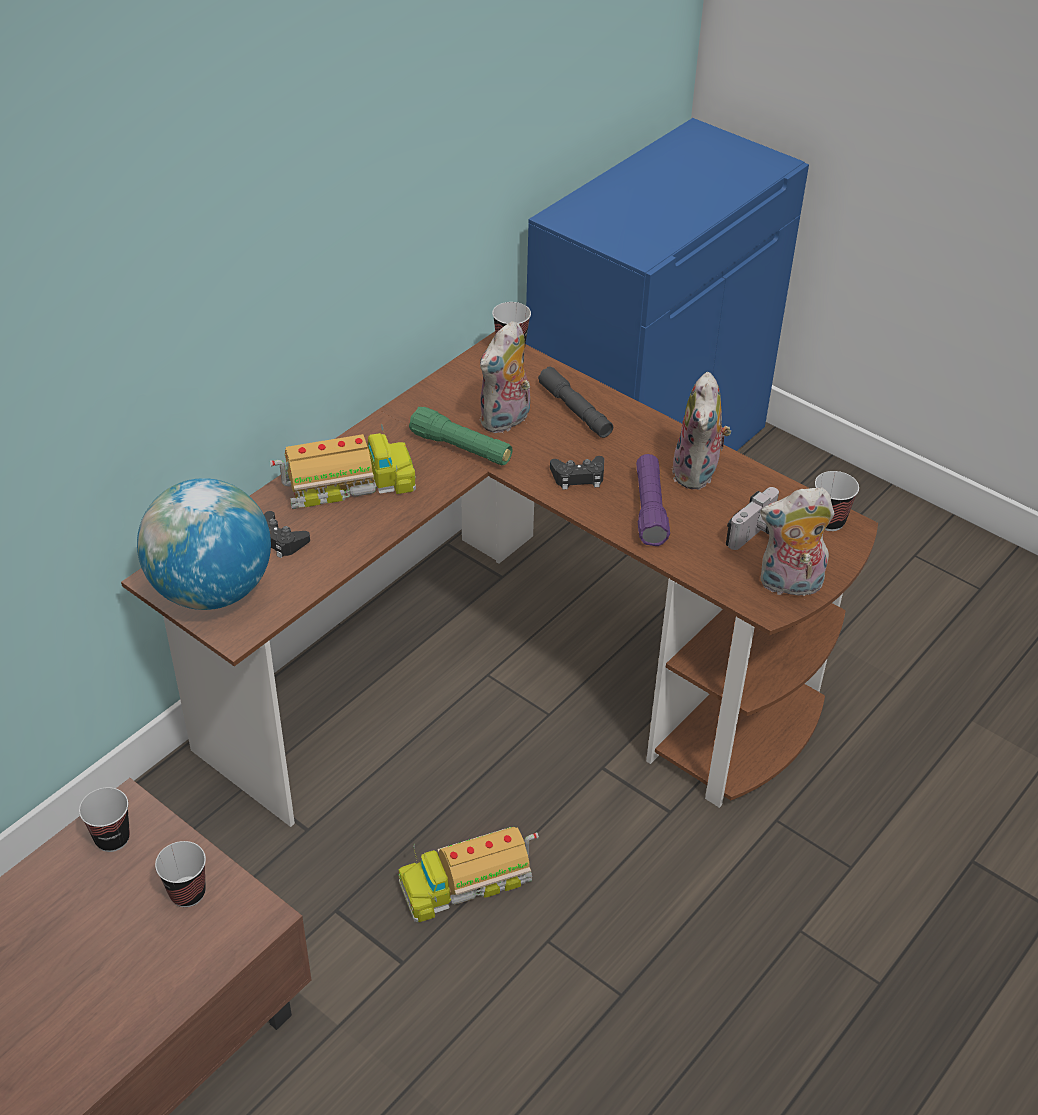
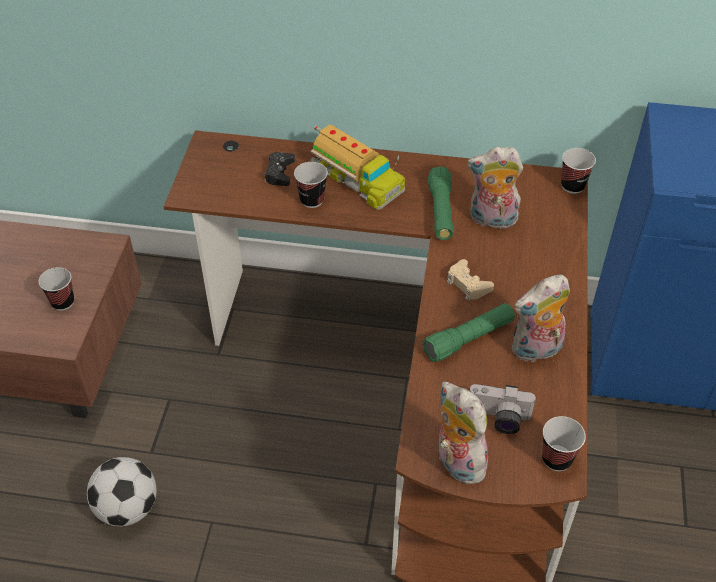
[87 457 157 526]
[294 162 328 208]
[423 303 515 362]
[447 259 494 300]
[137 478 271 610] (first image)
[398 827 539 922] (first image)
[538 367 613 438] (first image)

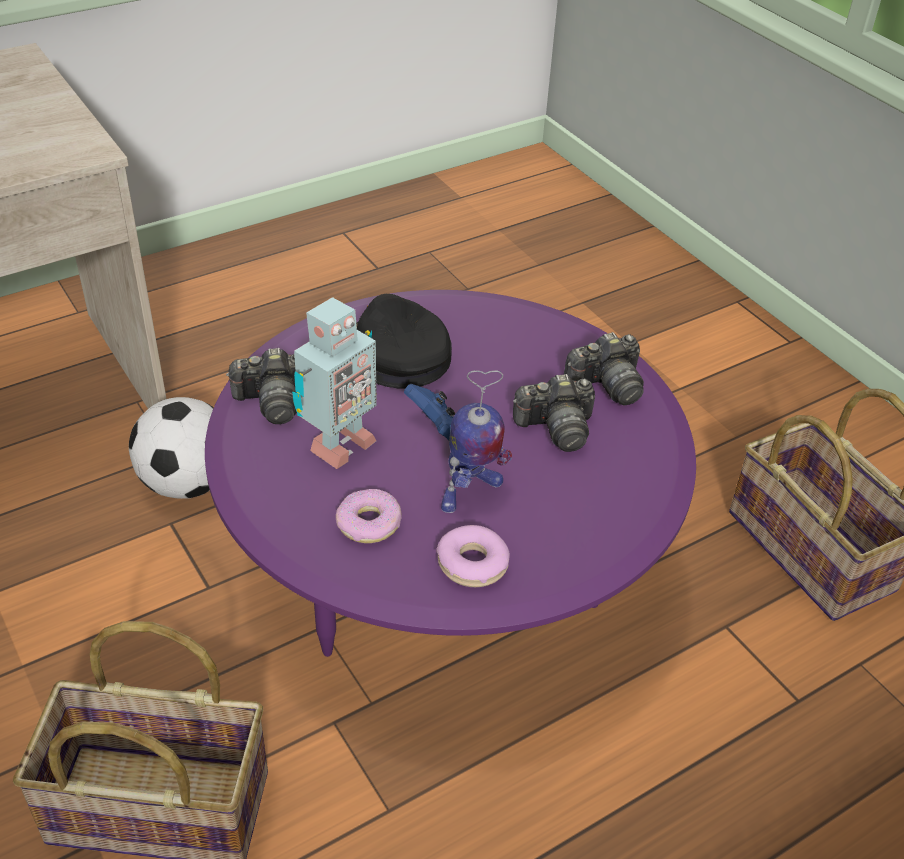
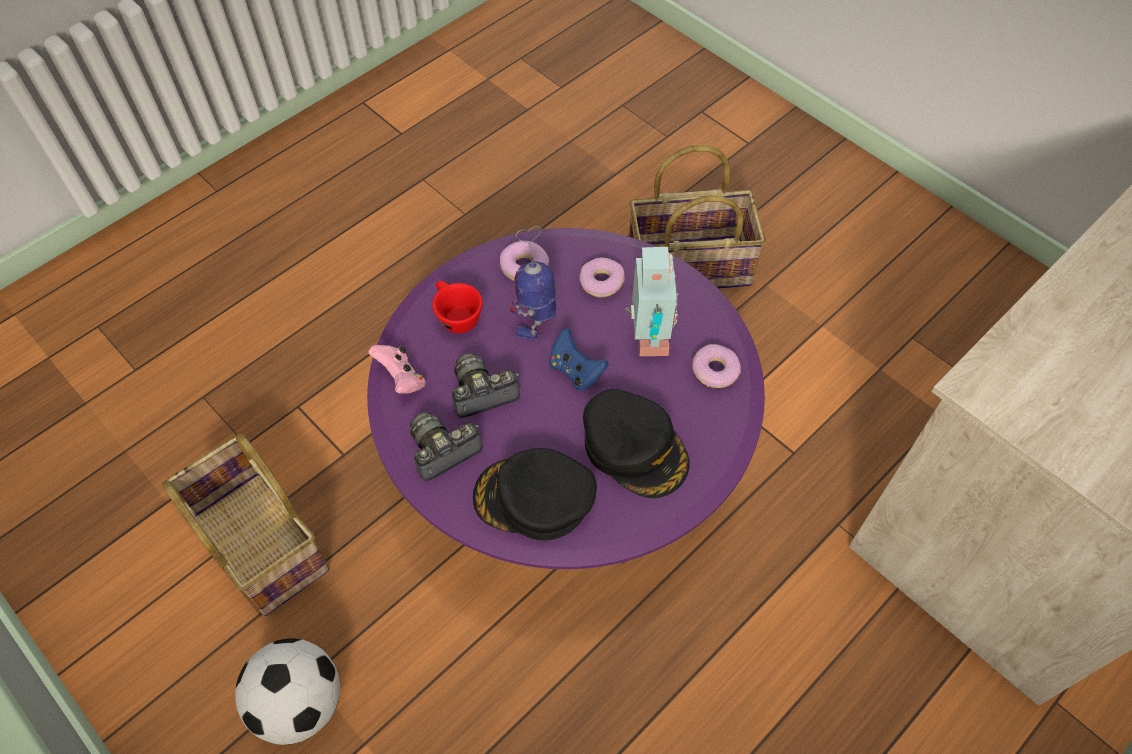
[235 638 340 745]
[368 345 426 393]
[432 281 483 333]
[473 448 597 541]
[625 247 679 356]
[693 344 741 388]

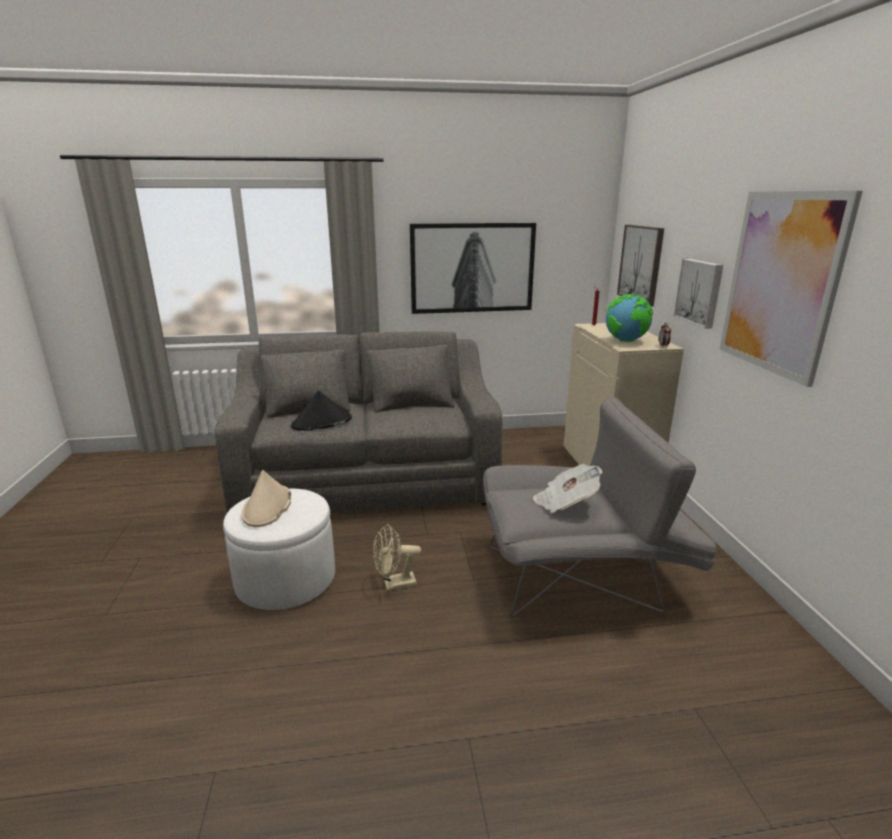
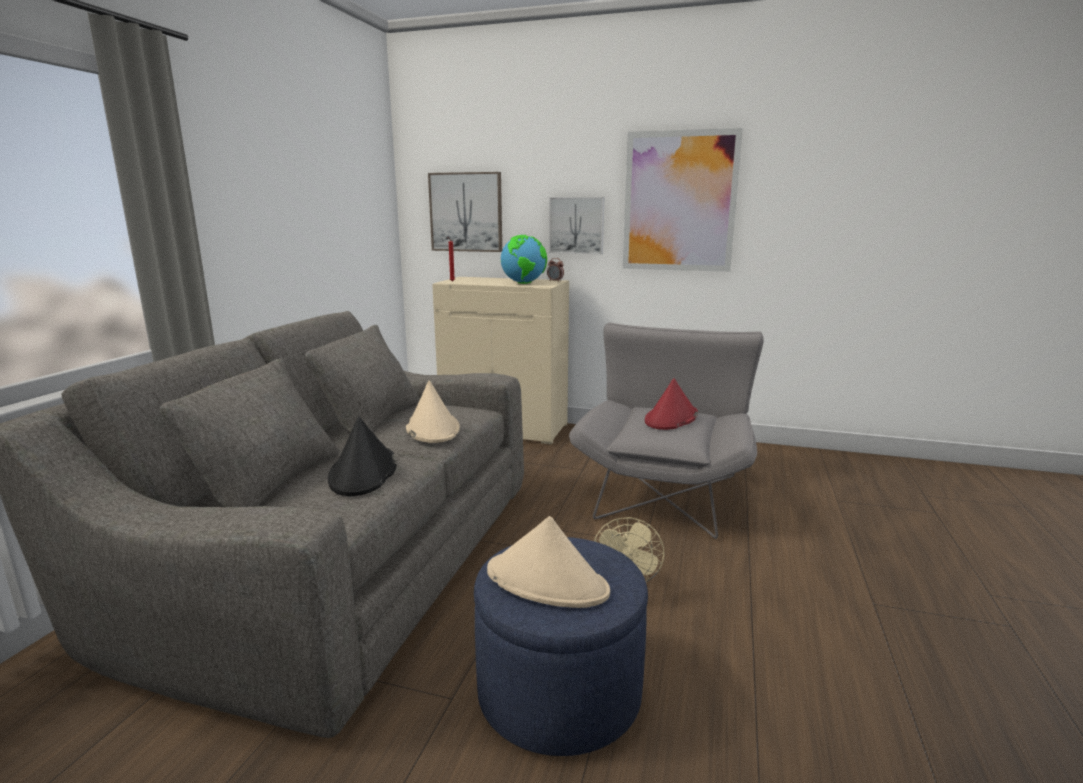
[406 381 460 443]
[474 537 648 756]
[645 378 698 430]
[410 223 536 314] (first image)

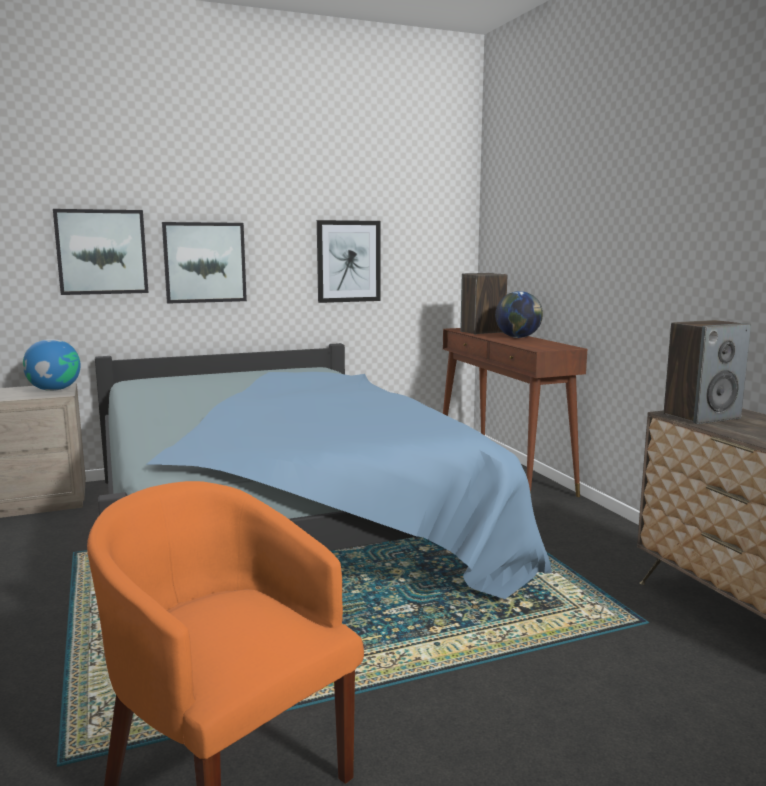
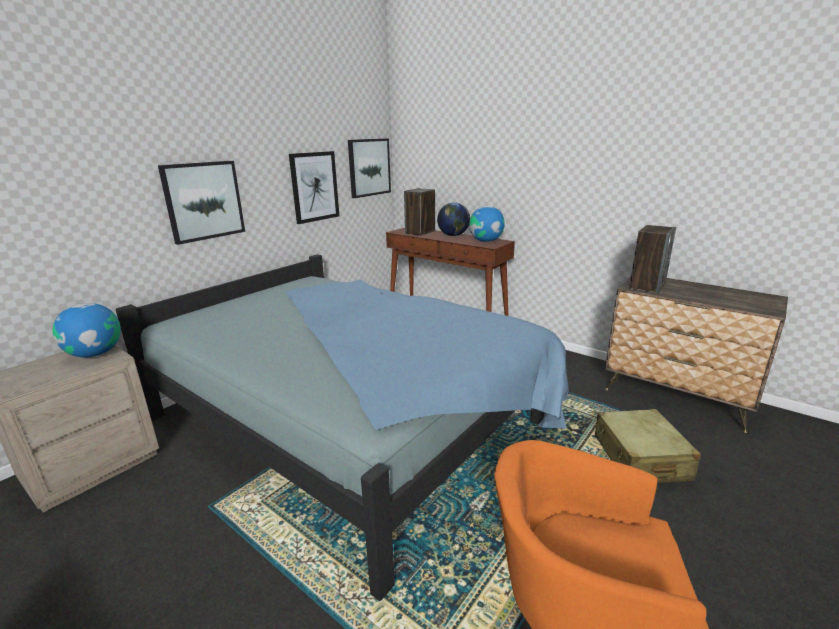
[348 138 391 198]
[469 206 505 242]
[595 409 701 483]

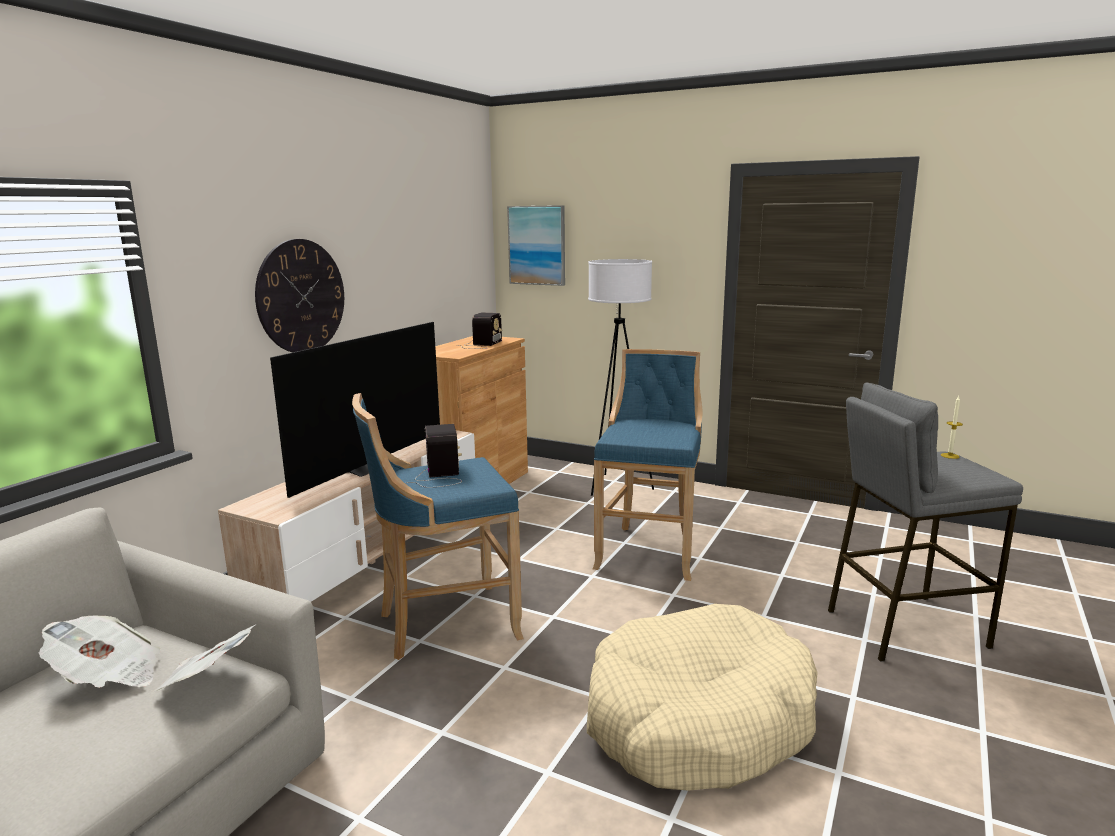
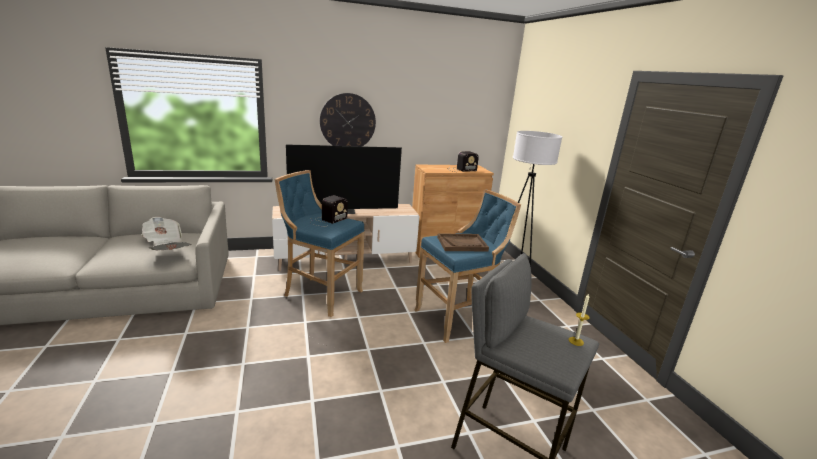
[437 233 489 251]
[507 205 565 286] (first image)
[587 604 818 791] (first image)

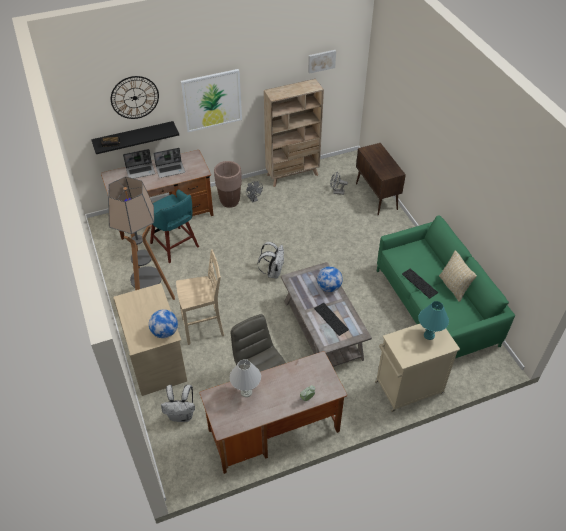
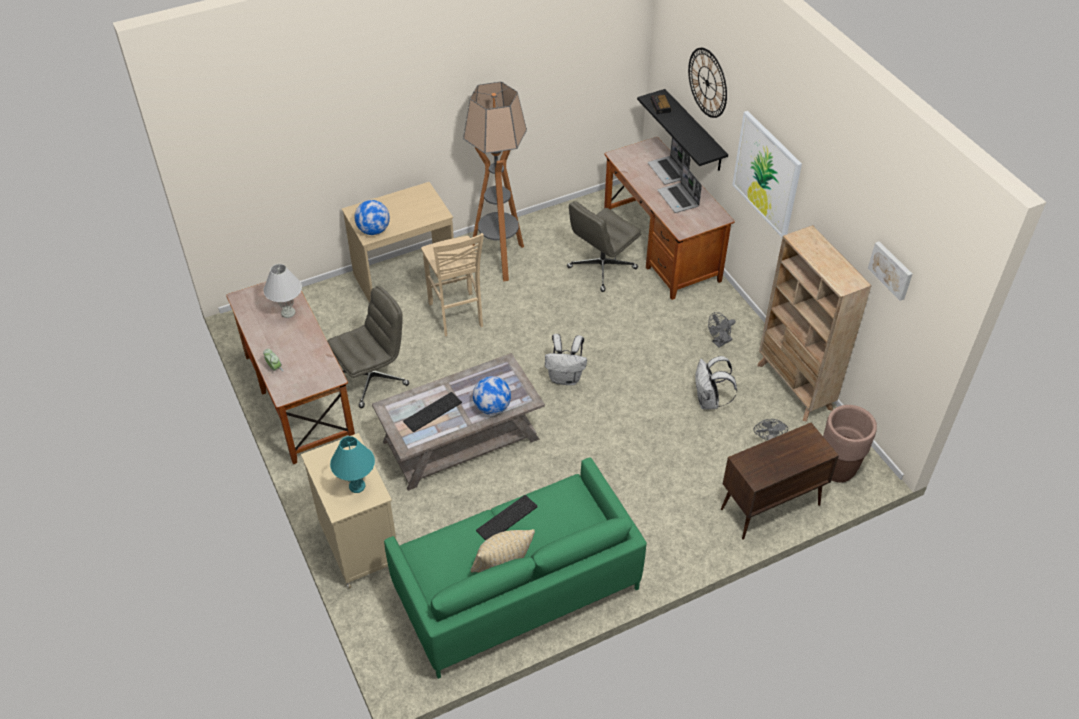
[567 201 641 292]
[695 356 737 409]
[823 405 877 482]

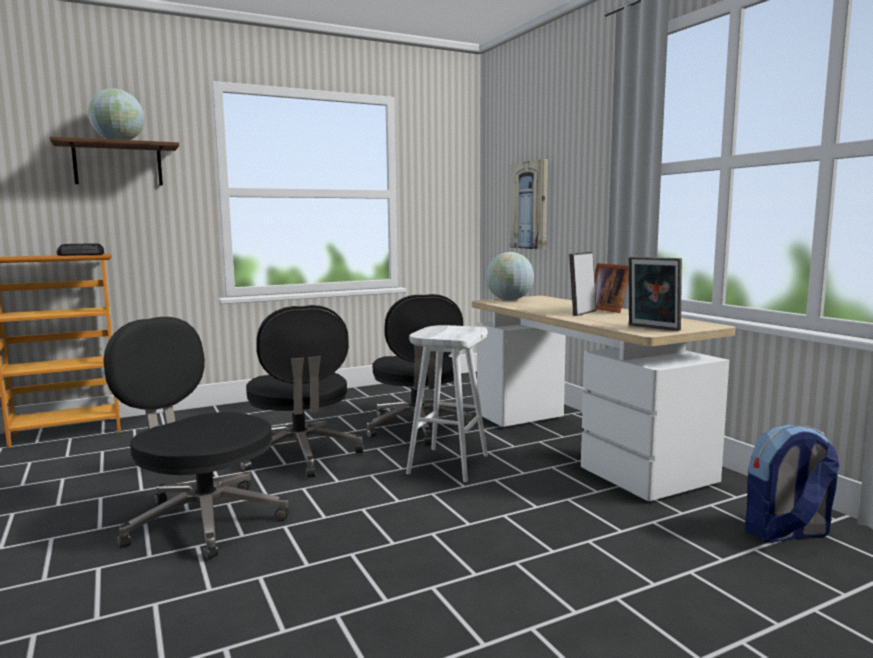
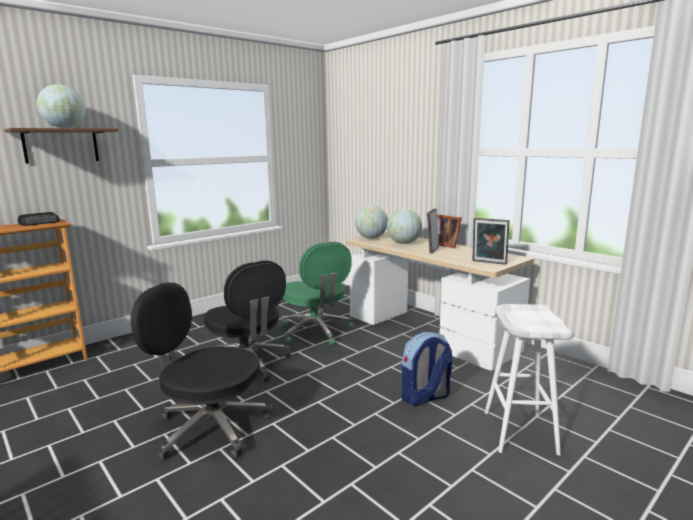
[281 242 354 346]
[387 208 422 244]
[401 332 452 406]
[485 304 574 456]
[510 159 548 250] (first image)

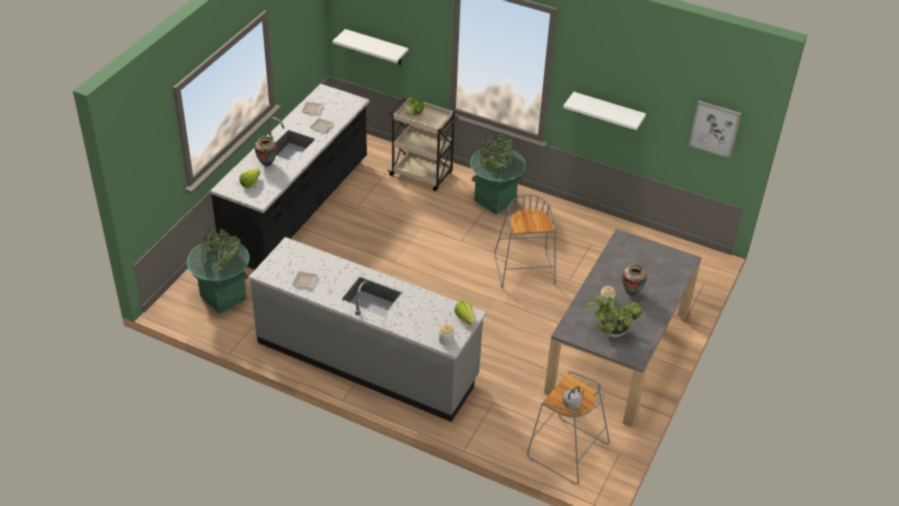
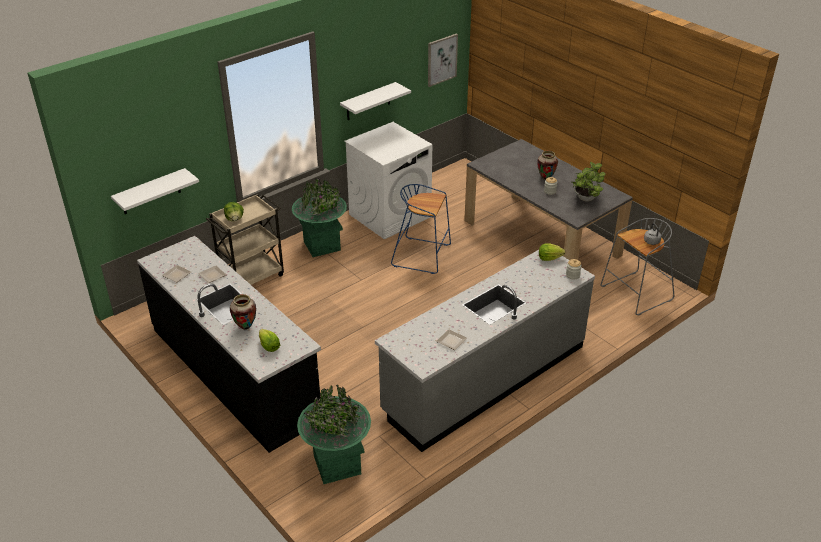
[344 122 432 239]
[391 184 451 274]

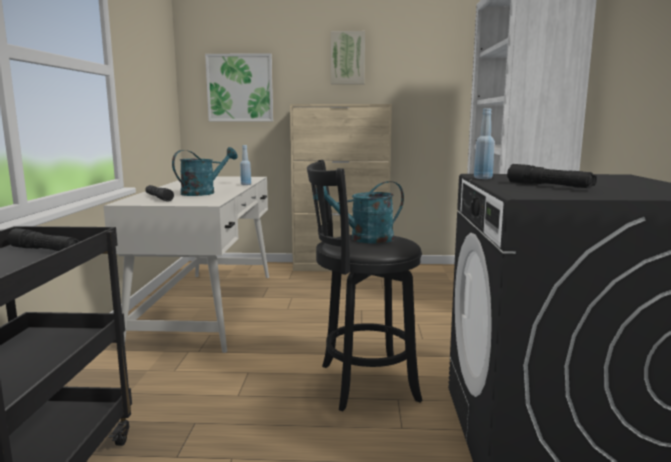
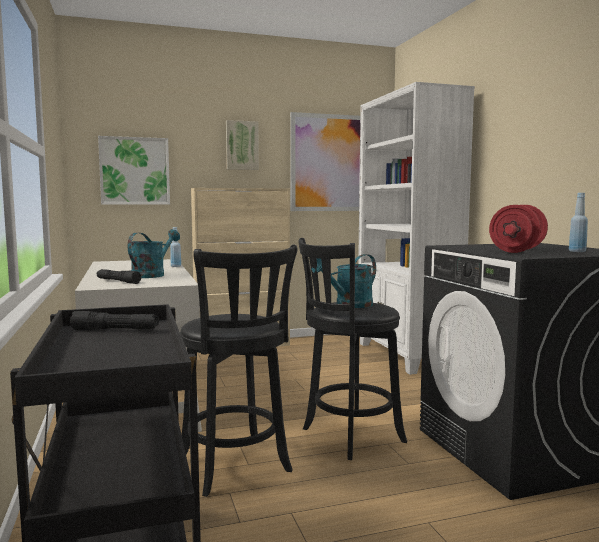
[180 245 298 497]
[290 112 360 211]
[489 205 548 253]
[569 193 588 252]

